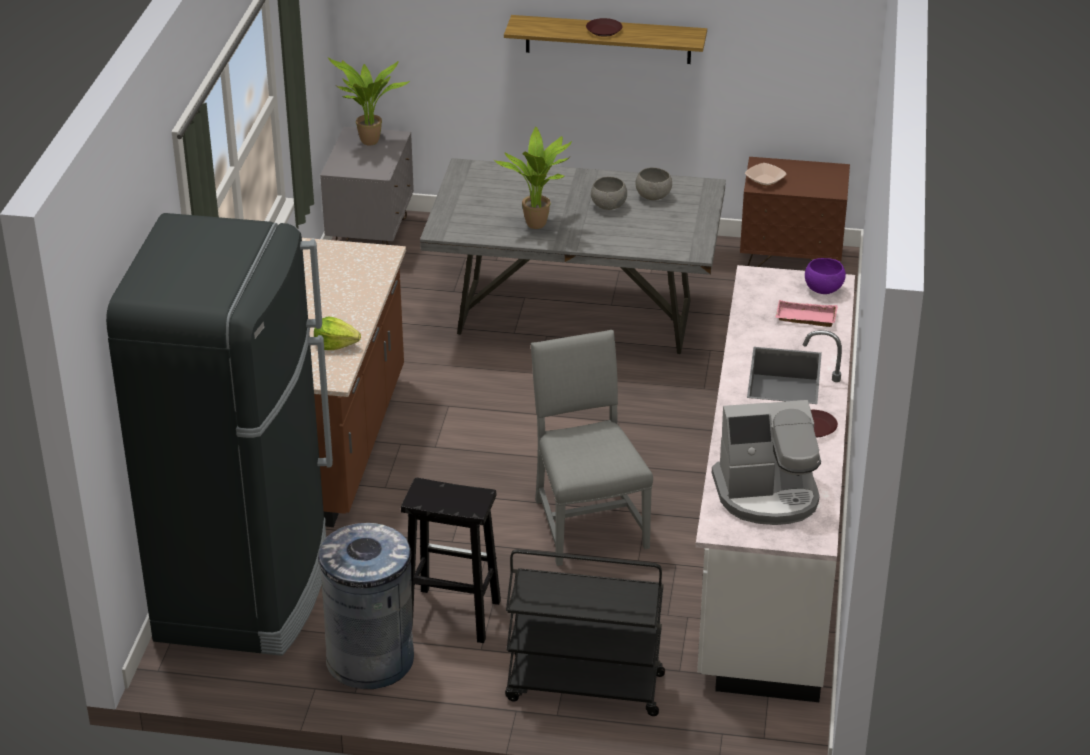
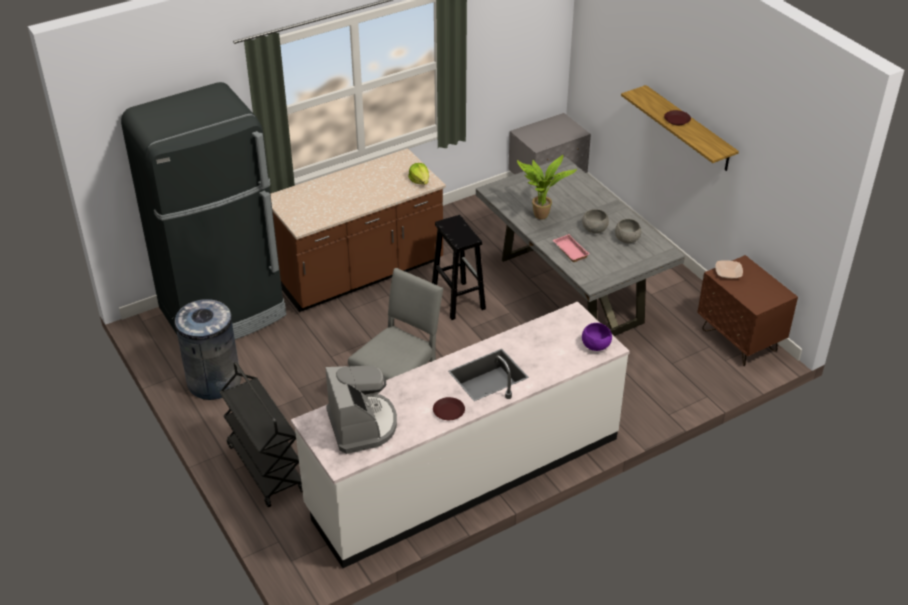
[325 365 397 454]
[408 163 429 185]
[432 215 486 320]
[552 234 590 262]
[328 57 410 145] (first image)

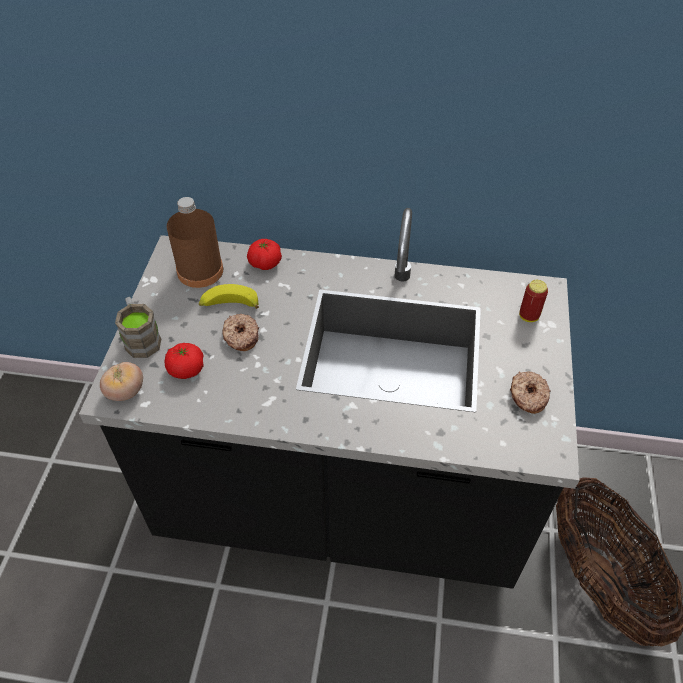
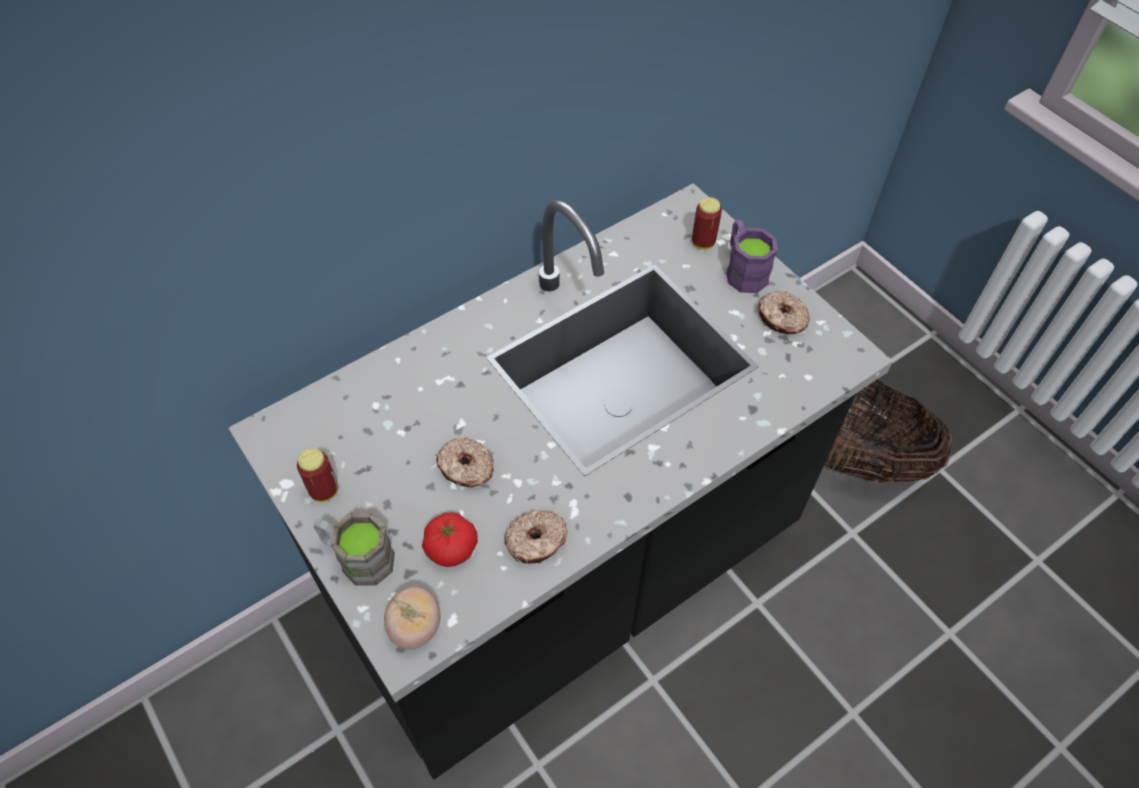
[297 448 338 502]
[504 511 568 564]
[727 219 778 293]
[167 197 223 288] (first image)
[199 284 259 309] (first image)
[247 239 282 270] (first image)

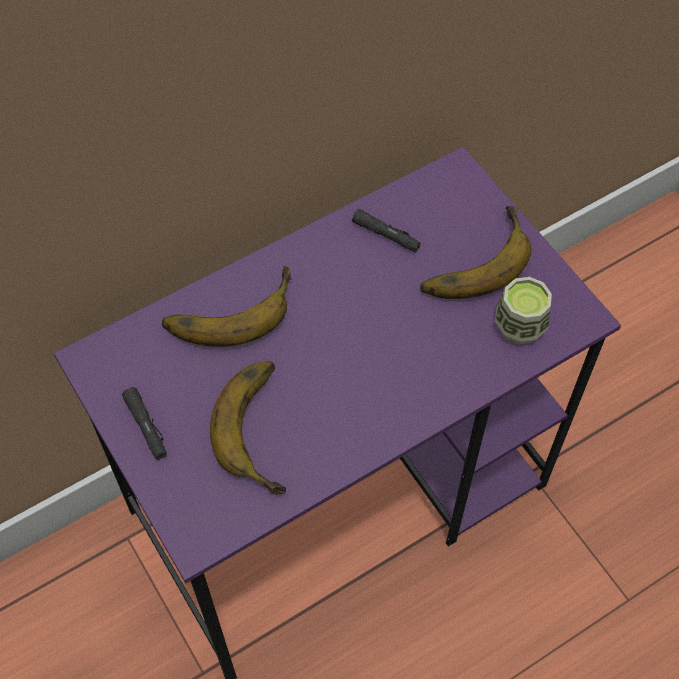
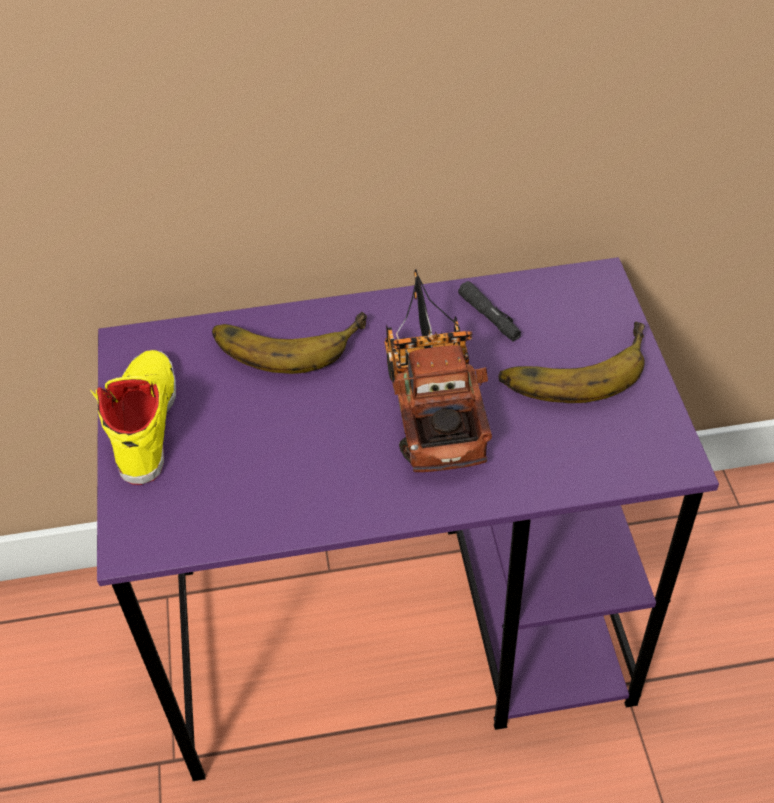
[90 350 176 485]
[384 269 492 472]
[210 361 286 495] (first image)
[495 277 552 344] (first image)

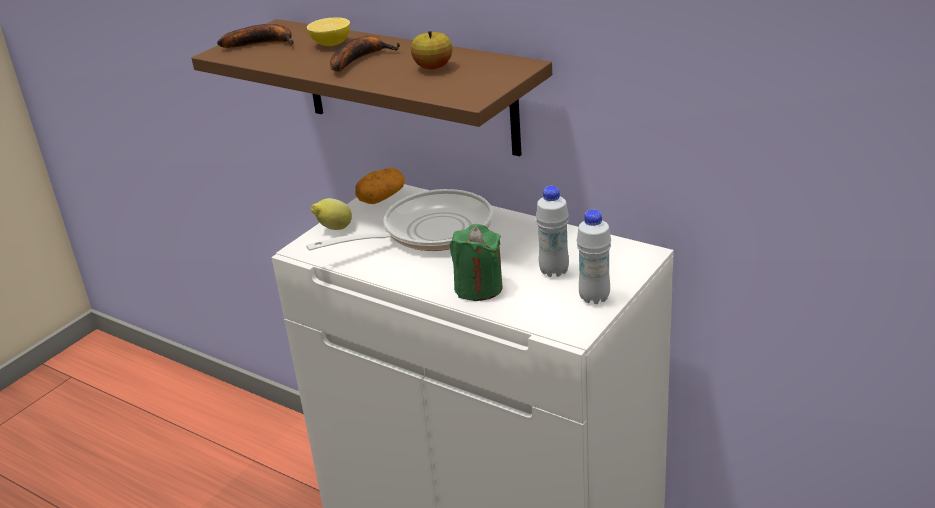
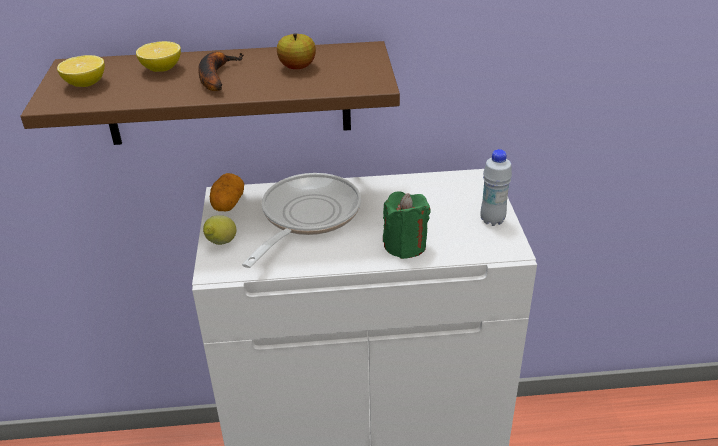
[57 55 105 87]
[536 186 569 277] (first image)

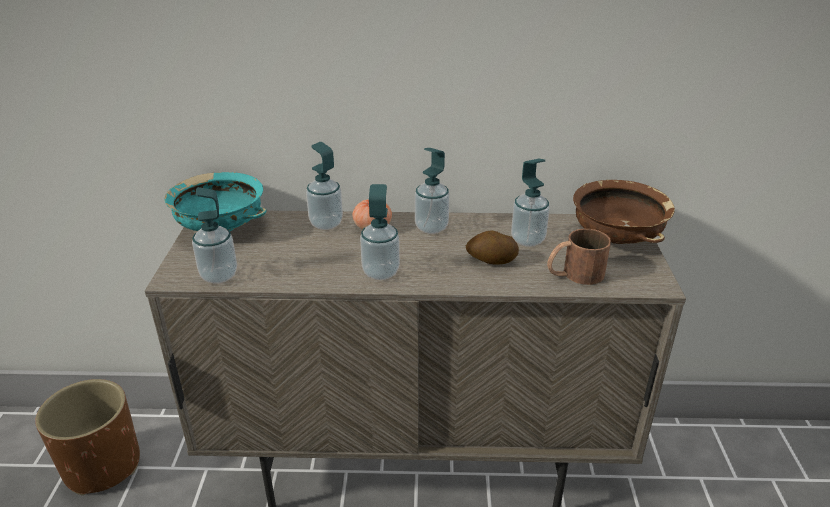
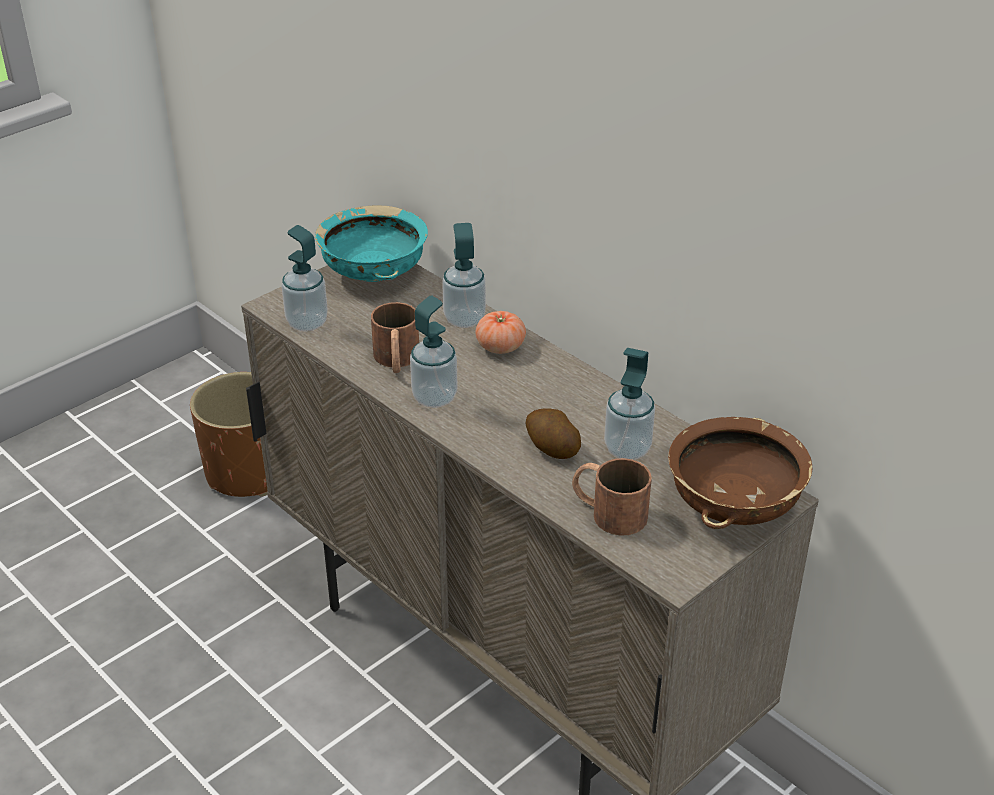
[371 302 419 373]
[415 148 450 234] (first image)

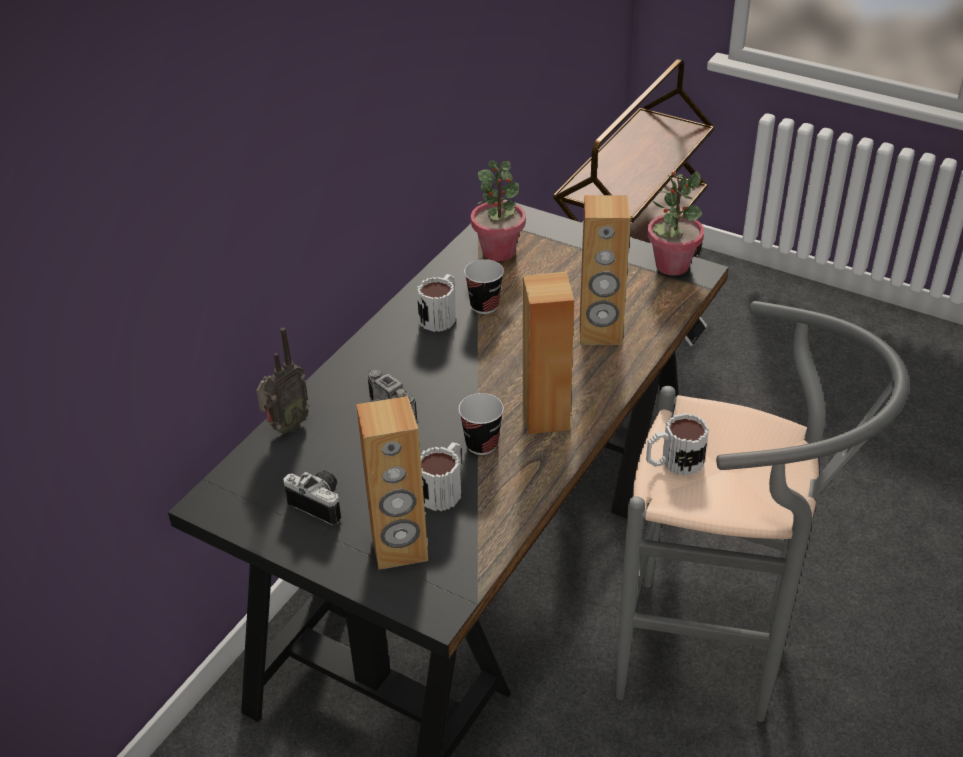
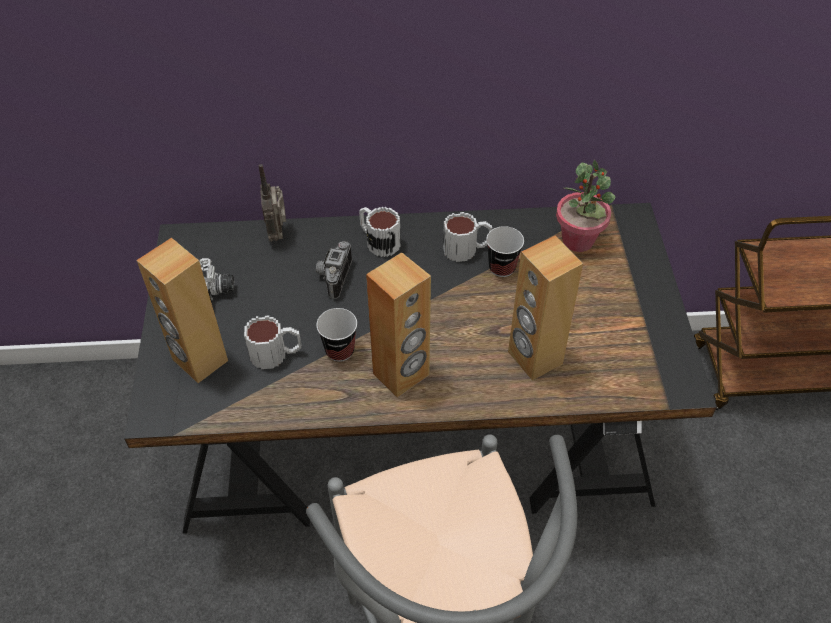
[259 164 286 242]
[359 207 401 257]
[647 171 704 276] (first image)

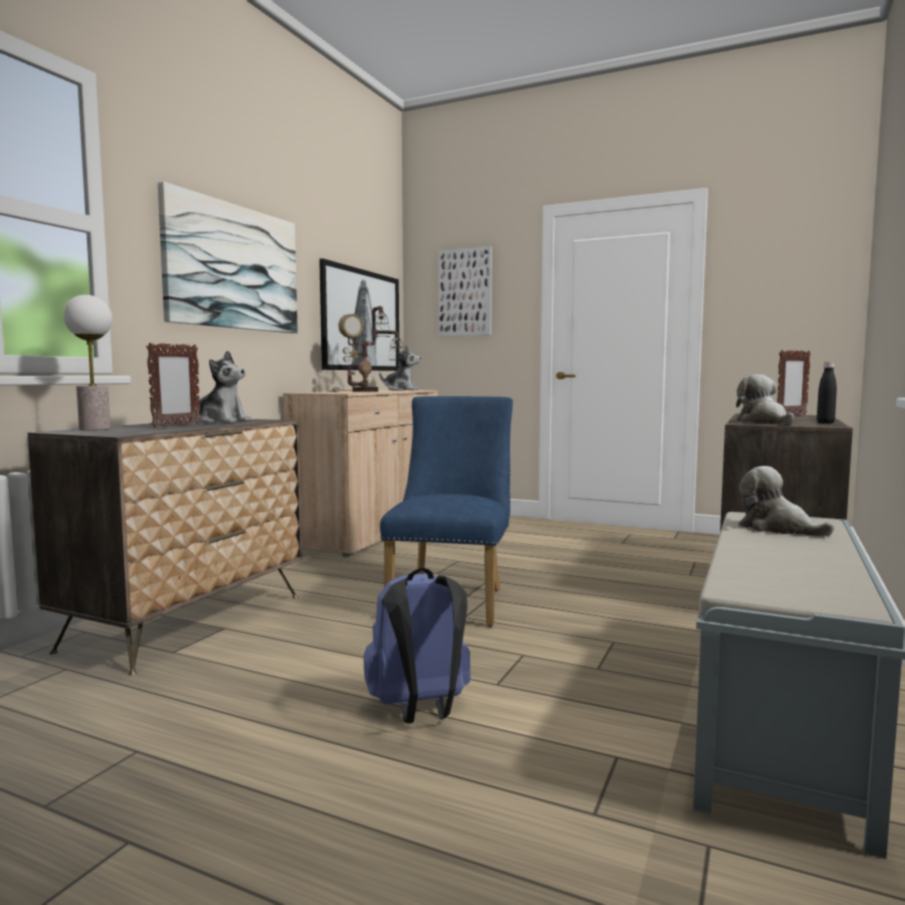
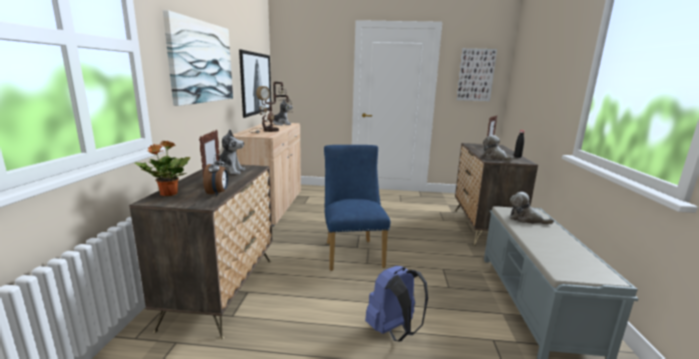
[135 141 190 196]
[203 154 228 196]
[456 48 497 101]

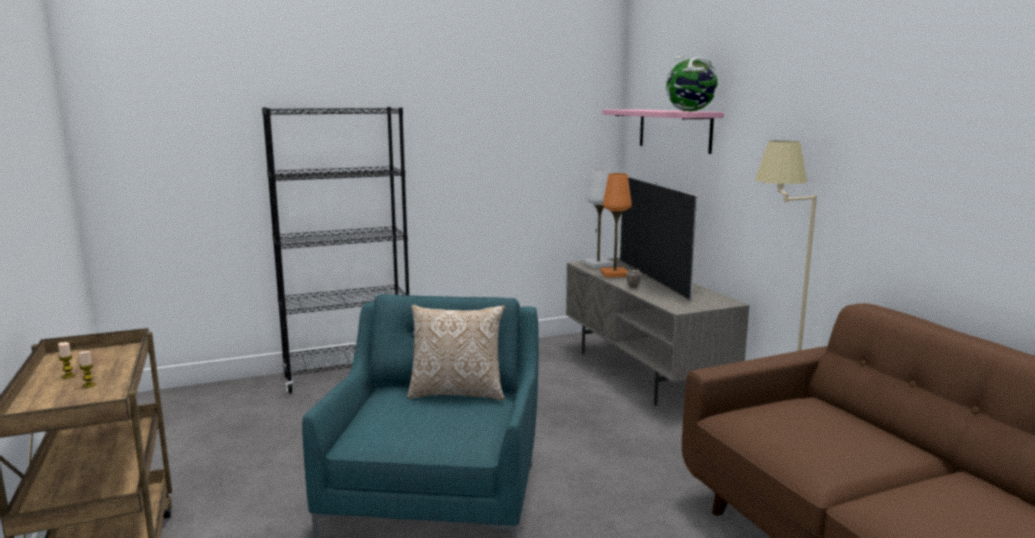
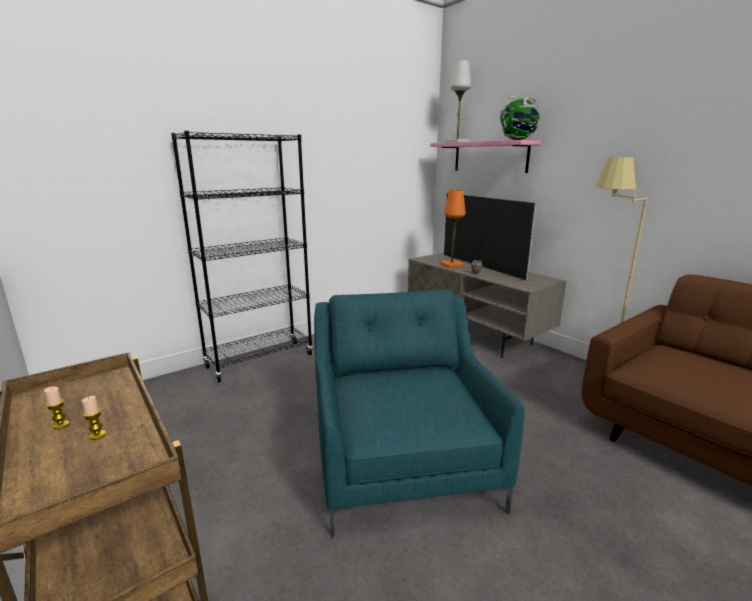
[445 60 471 143]
[407 305 505 401] (first image)

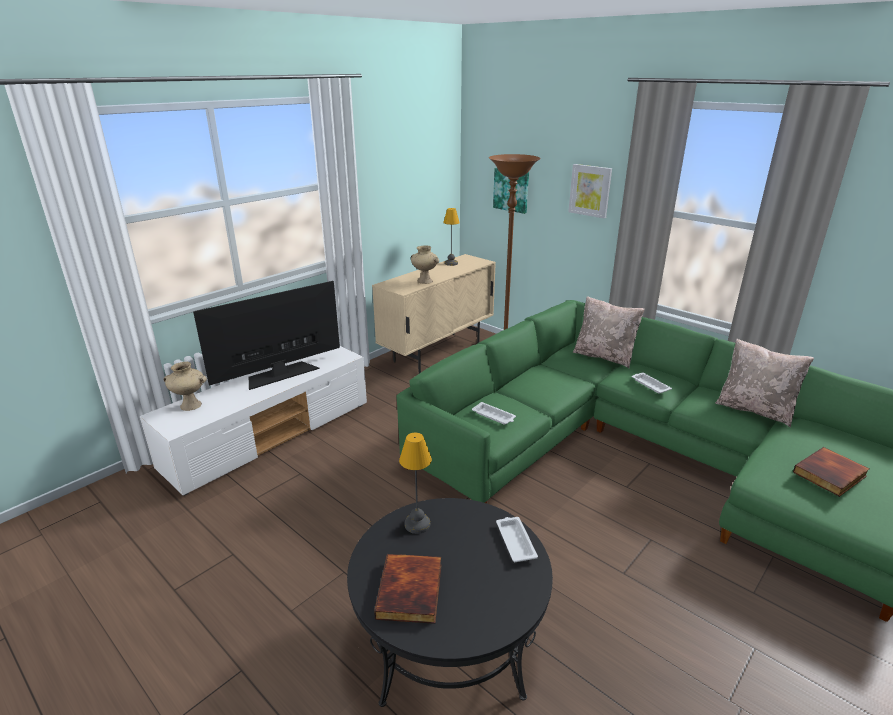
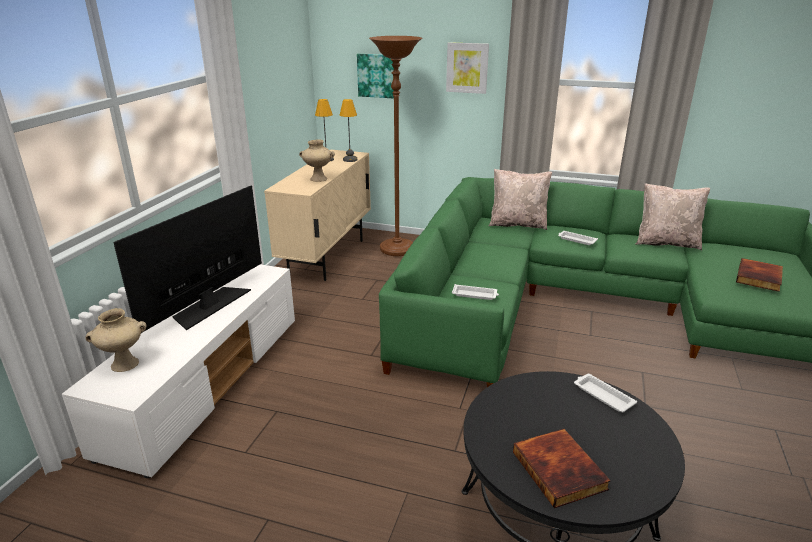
[340 99 358 162]

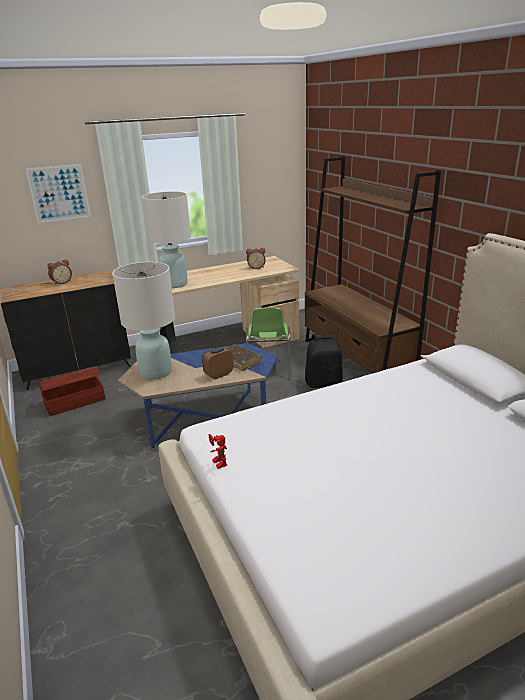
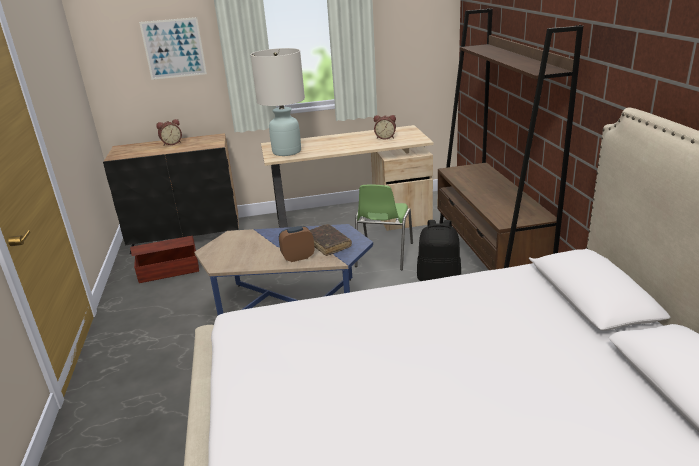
[112 262 175 379] (first image)
[209 434 227 469] (first image)

